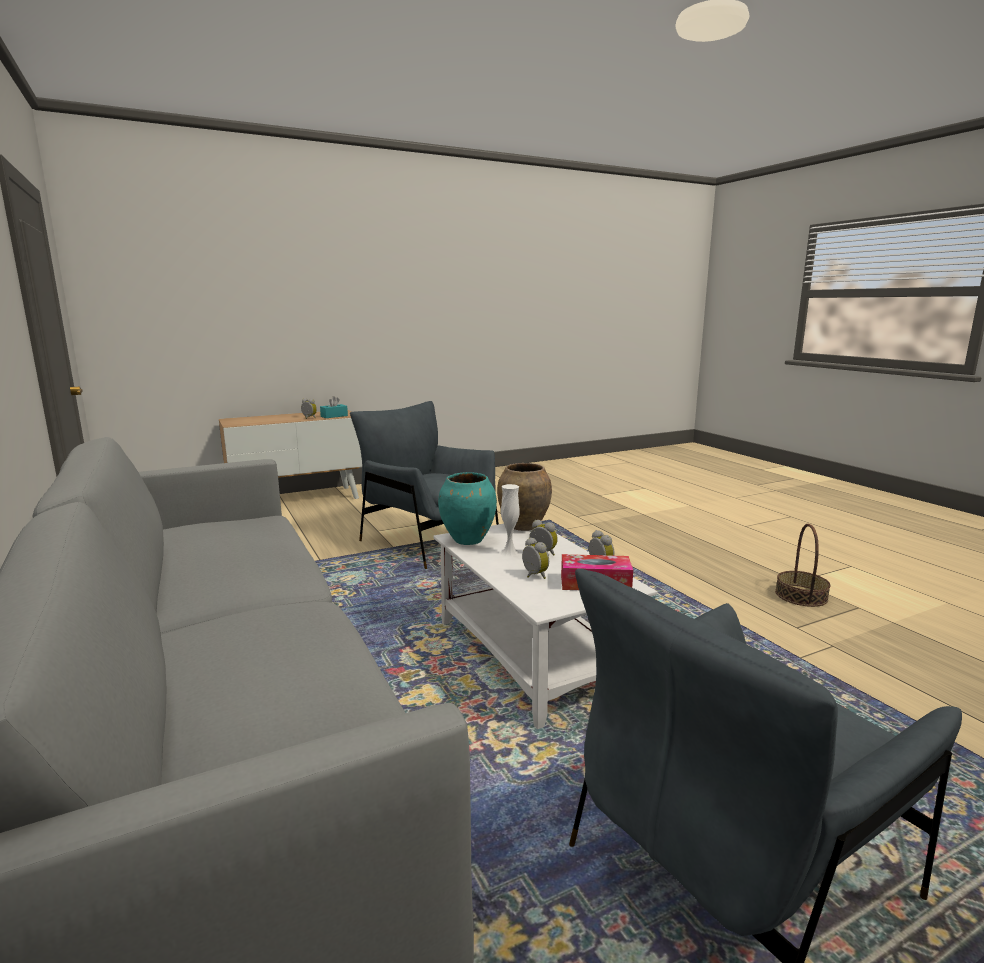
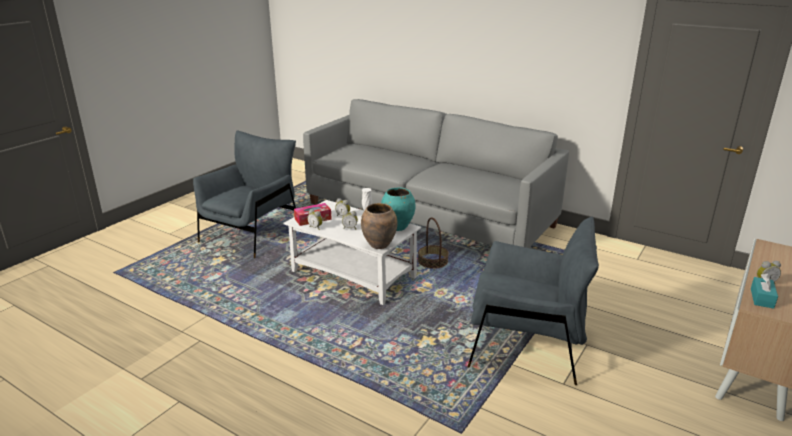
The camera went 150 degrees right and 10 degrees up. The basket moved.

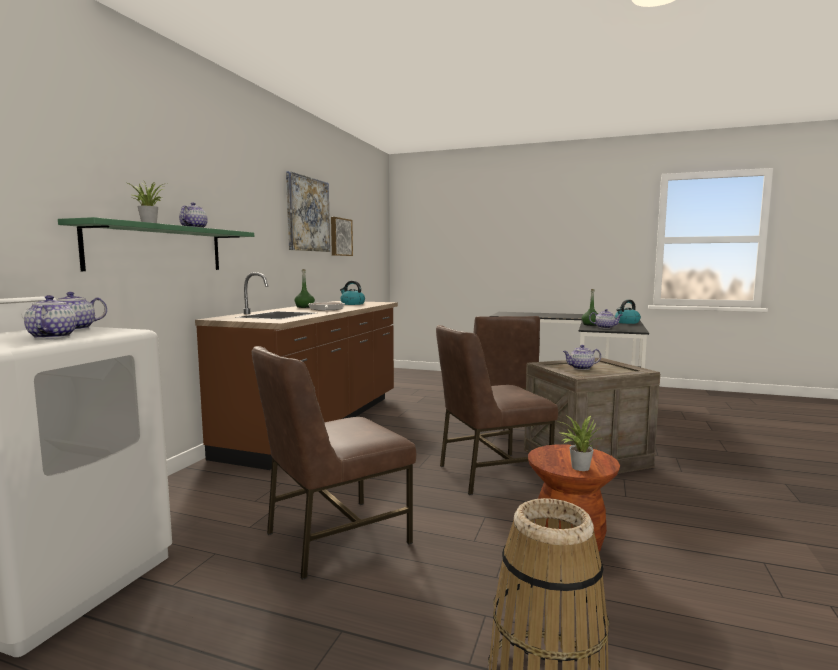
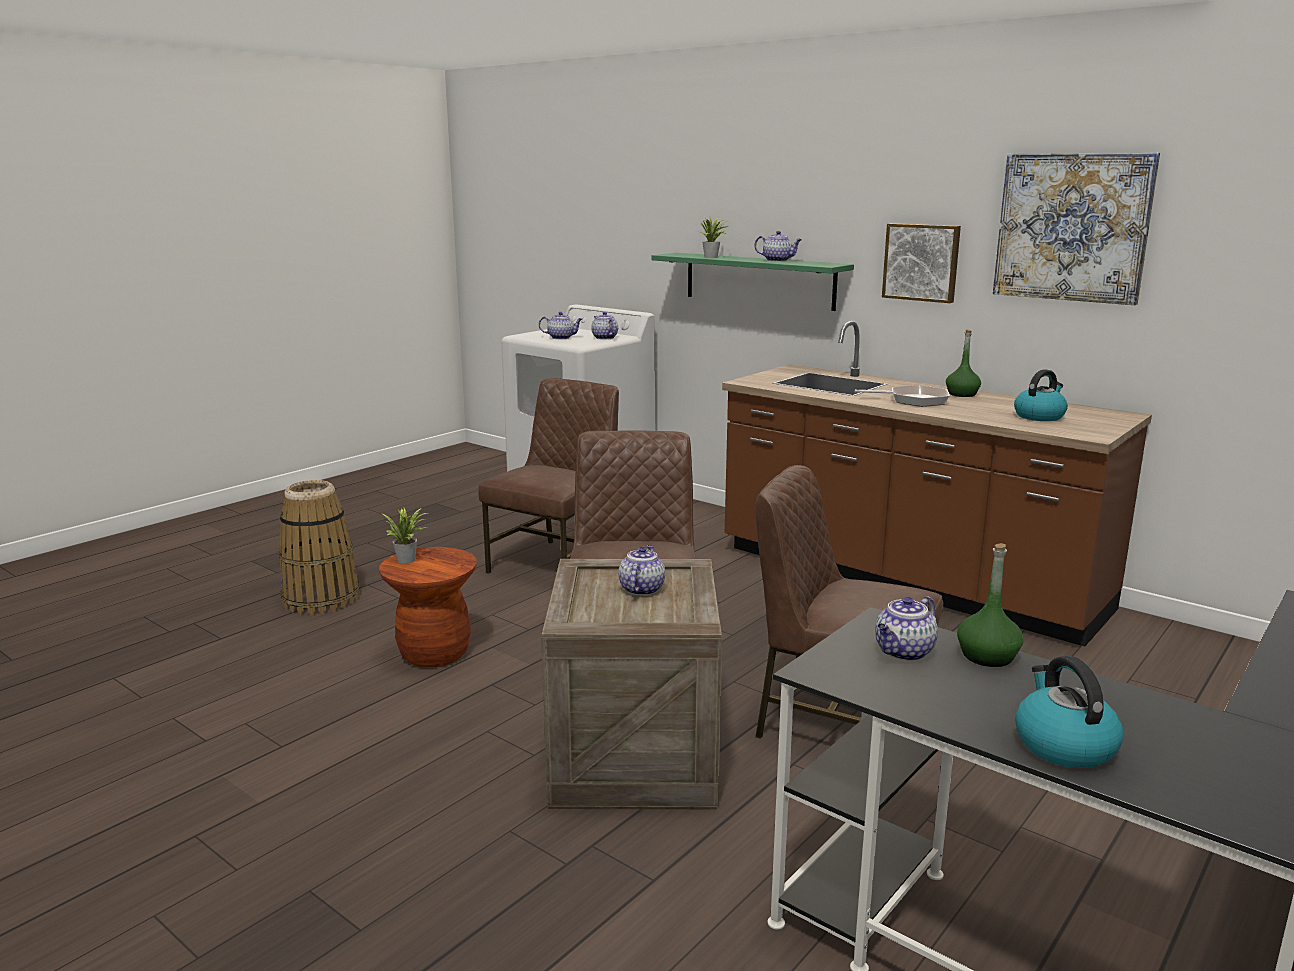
The camera went 110 degrees right and 10 degrees up. The wall art (no. 2 from left in the first image) moved. The brown upright chair (no. 1 from left) turned 45 degrees clockwise.

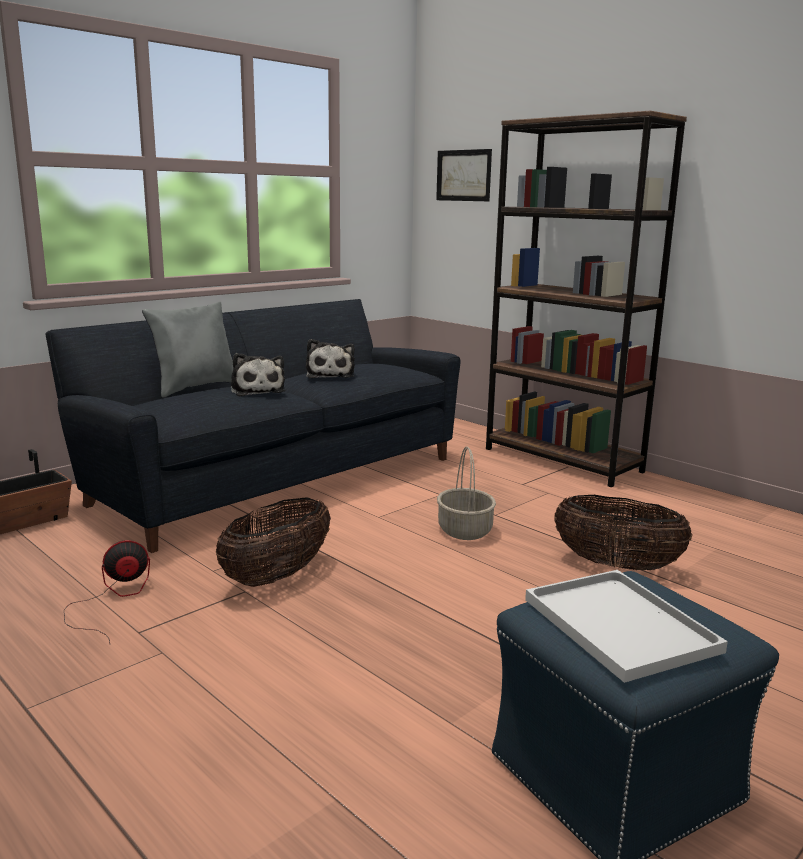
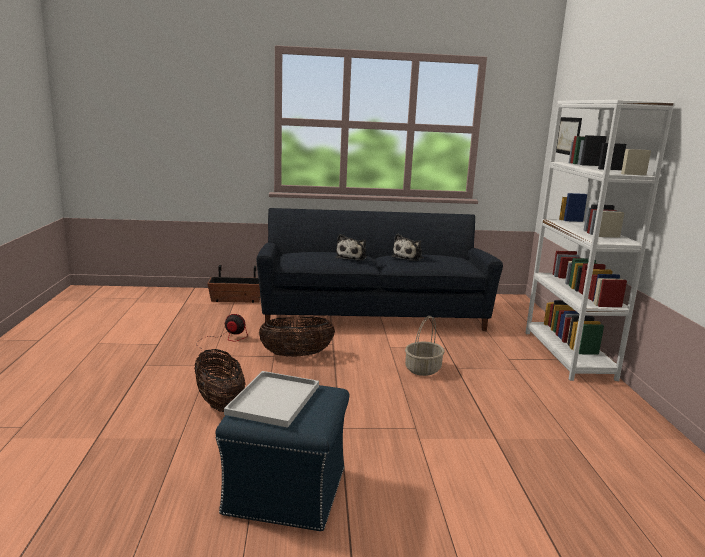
The camera went 40 degrees right and 0 degrees up. The greyish throw pillow disappeared. The basket (no. 3 from left in the first image) moved. The brown bookcase became the whitish bookcase.

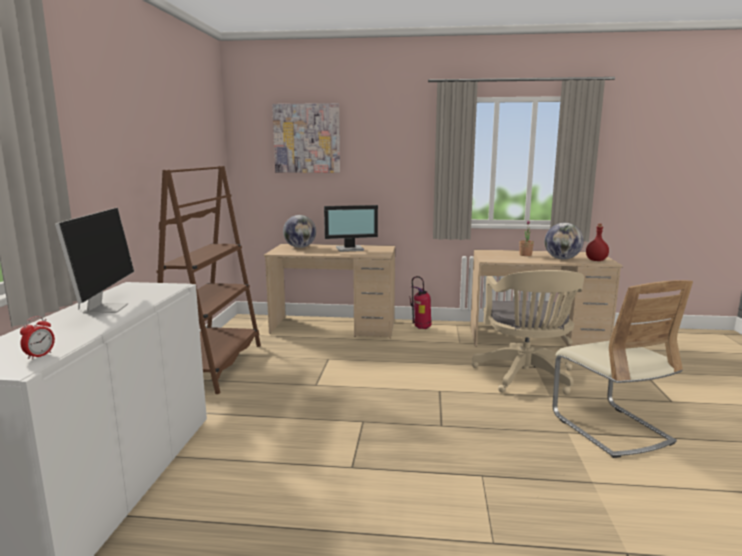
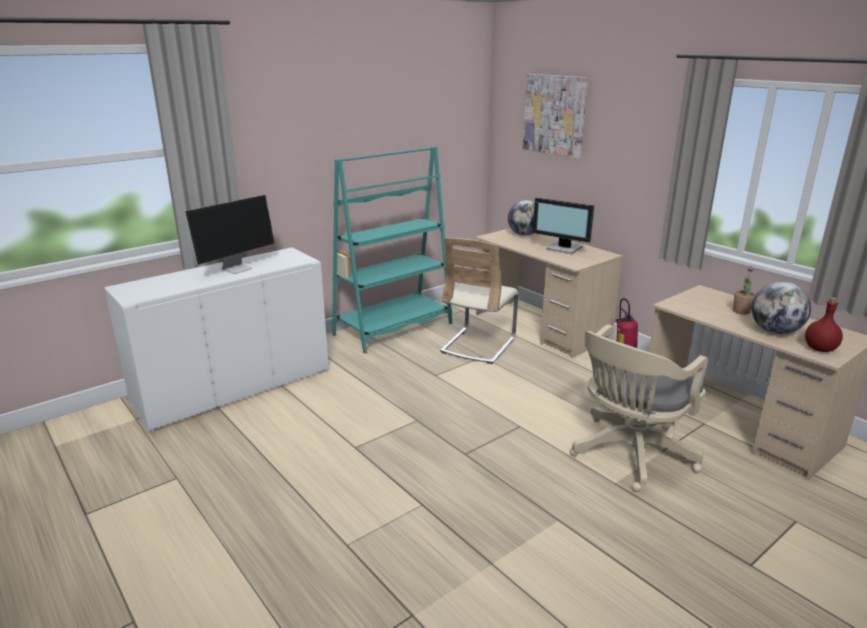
The camera went 45 degrees right and 10 degrees up. The bedside clock disappeared. The beige-coloured upright chair moved. The brown bookcase became the turquoise bookcase.

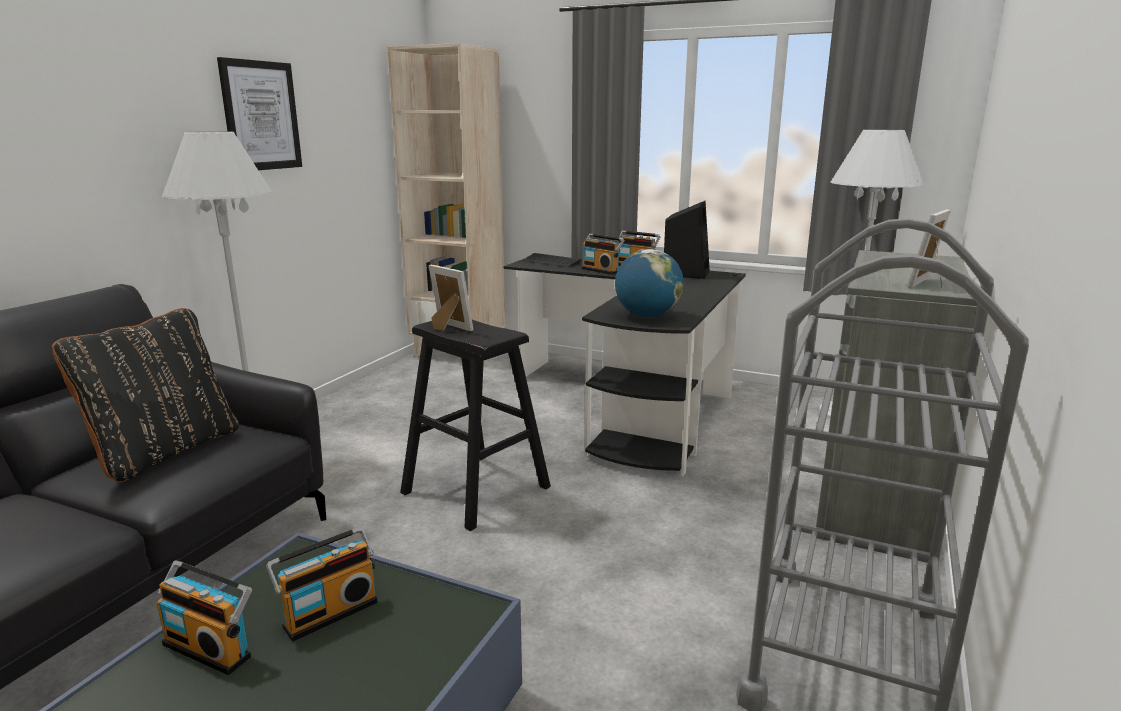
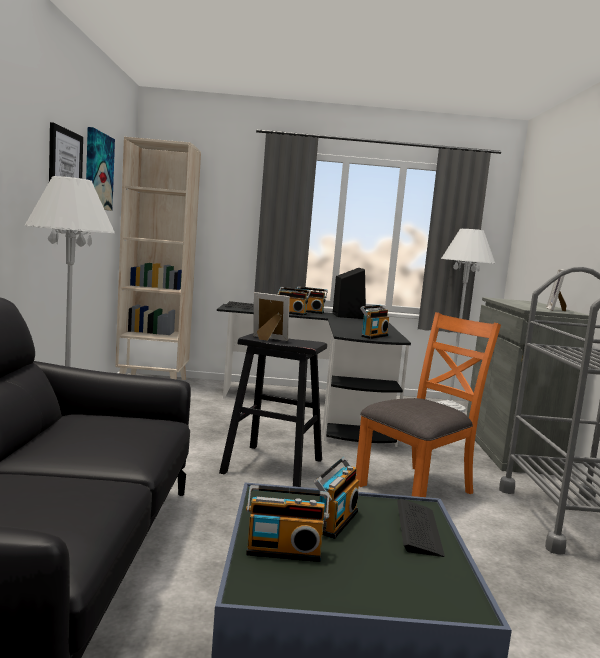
The camera went 25 degrees left and 10 degrees down. The blackish throw pillow disappeared. The wall art (no. 2 from left) appeared. The orange-coloured upright chair appeared. The keyboard (no. 2 from left) appeared. The desk globe was replaced by the radio receiver (no. 5 from left).

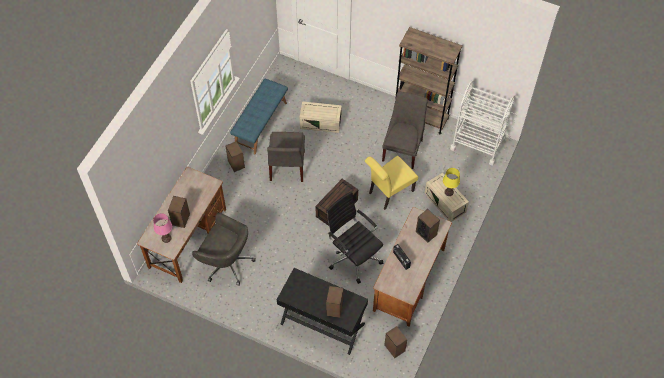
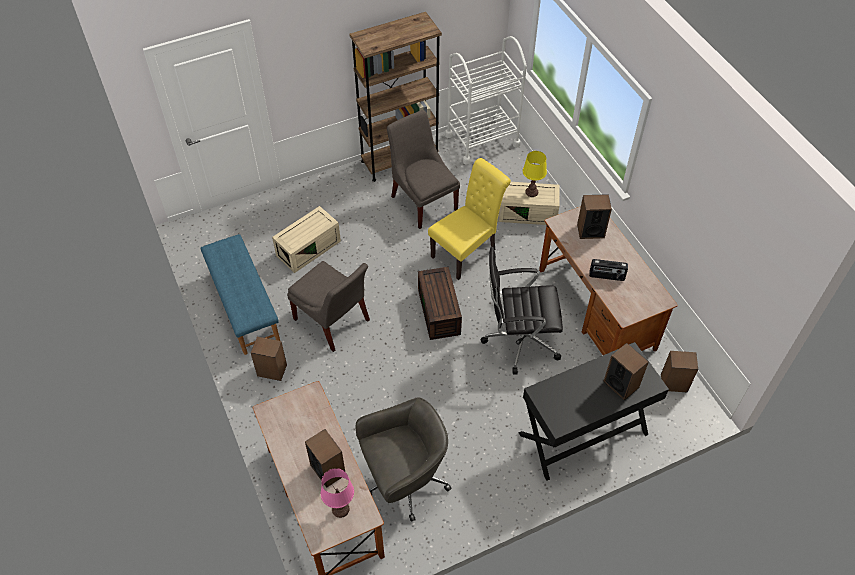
The camera went 50 degrees left and 5 degrees down. The yellowish upright chair turned 135 degrees counterclockwise.

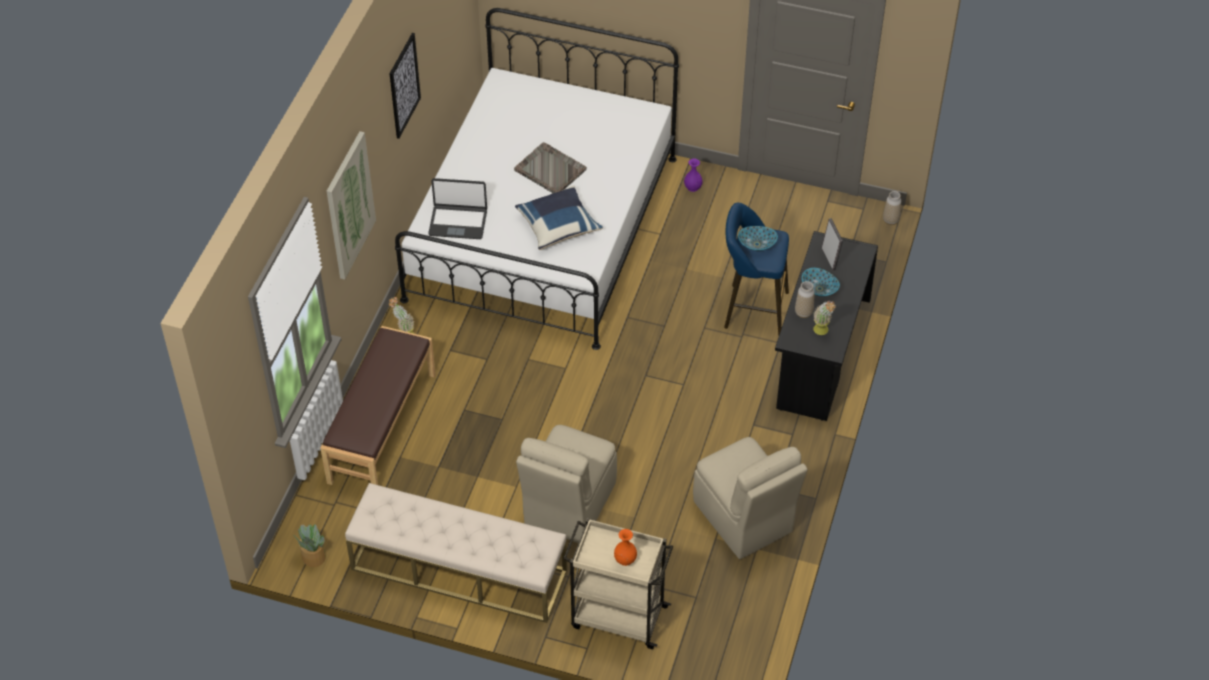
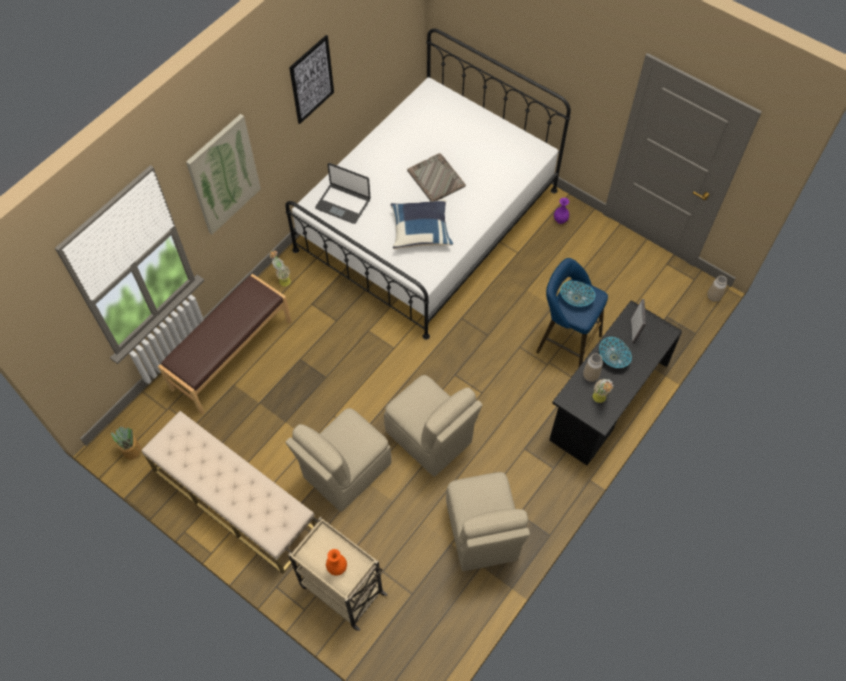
The camera went 20 degrees right and 10 degrees up. The beige-coloured upright chair (no. 2 from left) appeared.

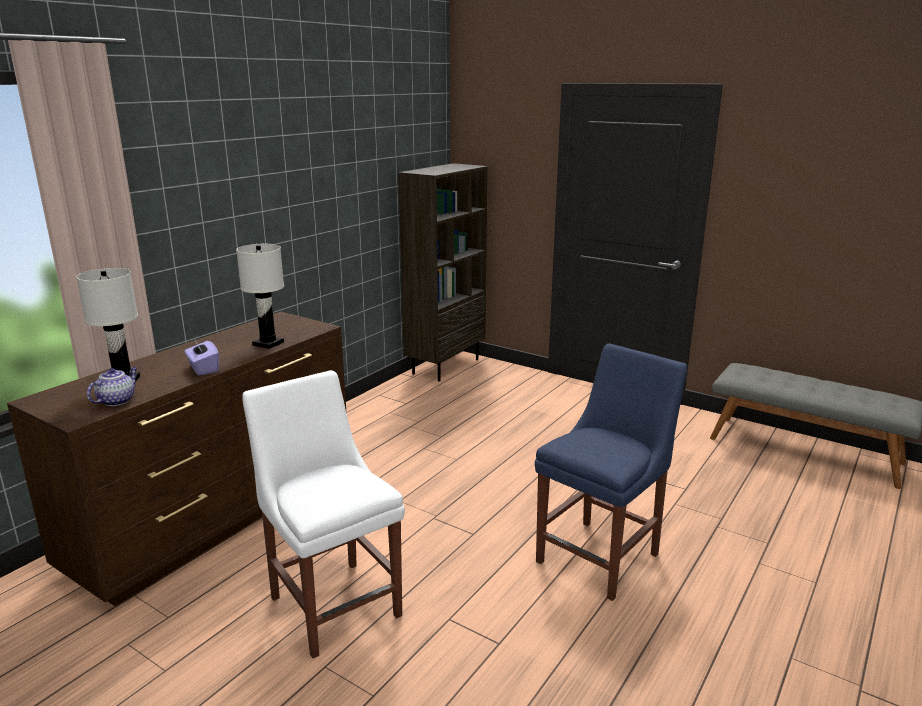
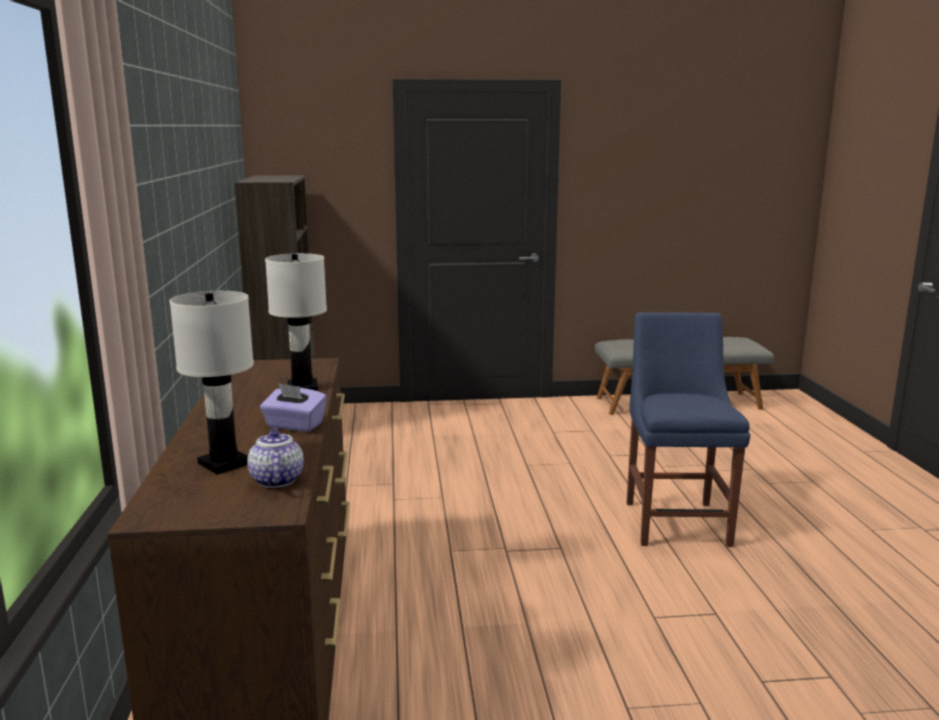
The camera went 40 degrees left and 5 degrees down. The whitish upright chair disappeared.

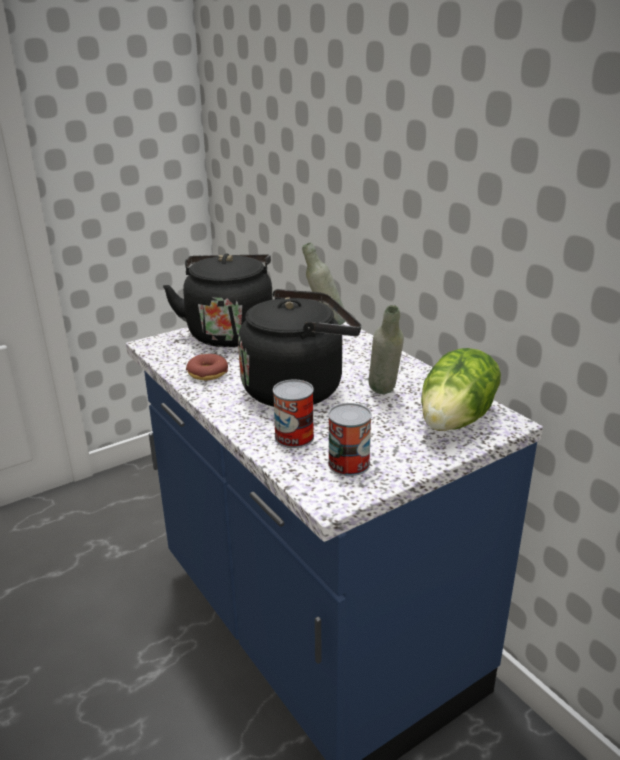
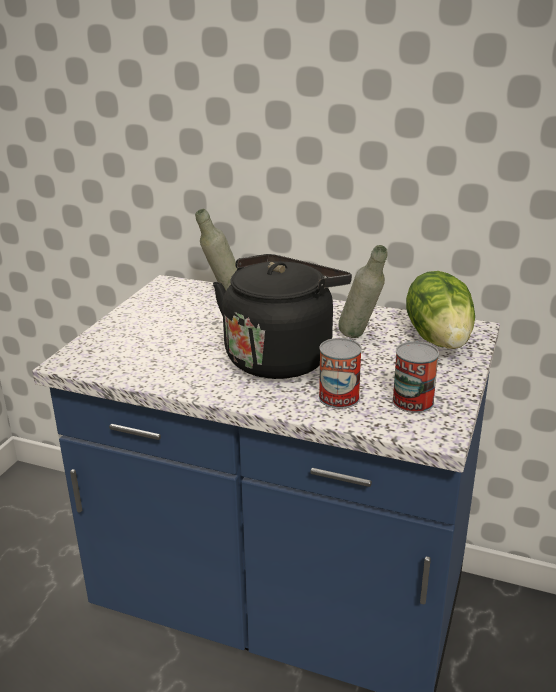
The camera went 35 degrees left and 0 degrees up. The blackish kettle (no. 1 from left) disappeared. The donut disappeared.

